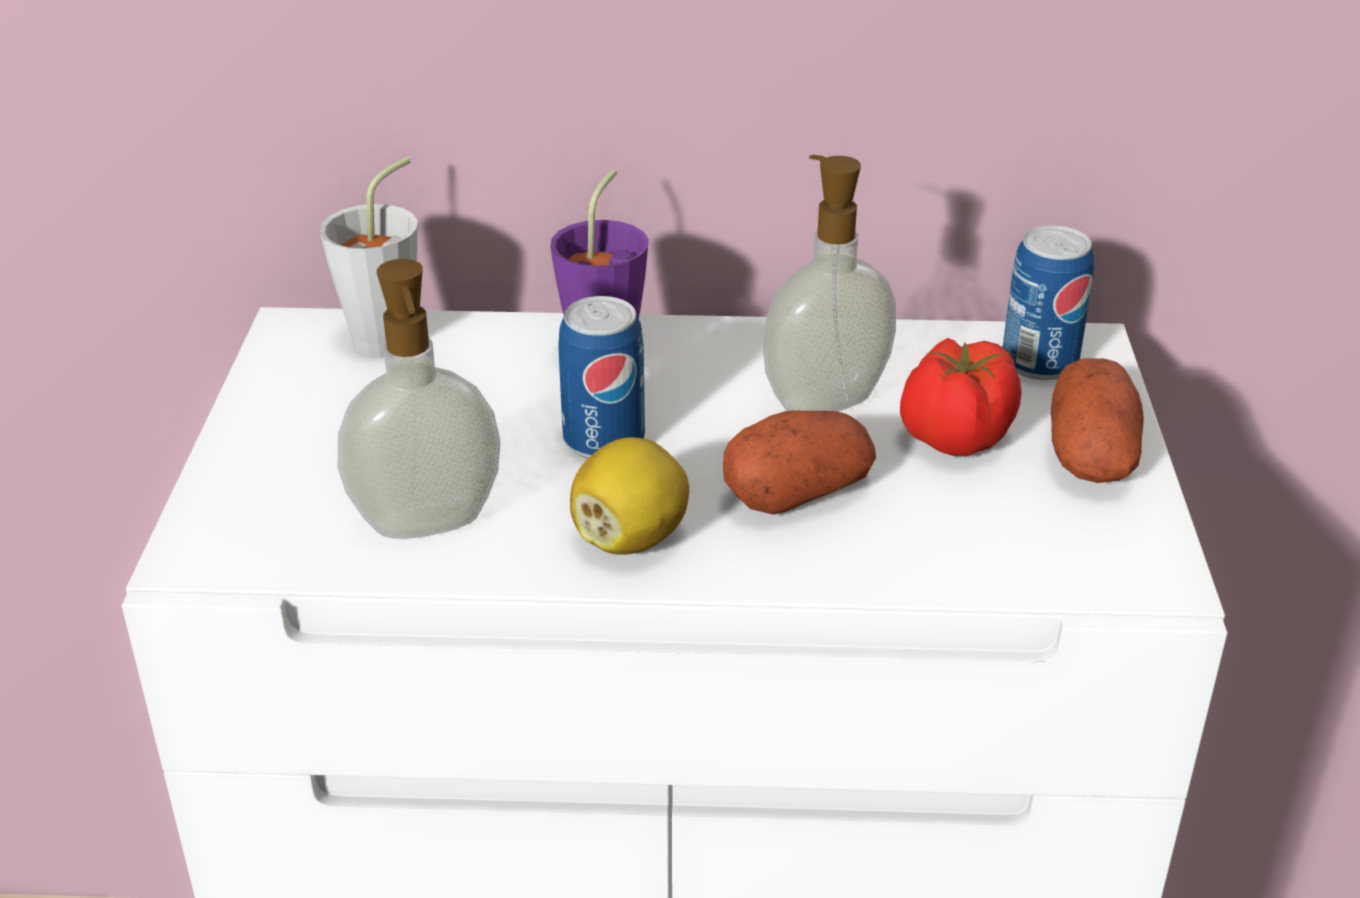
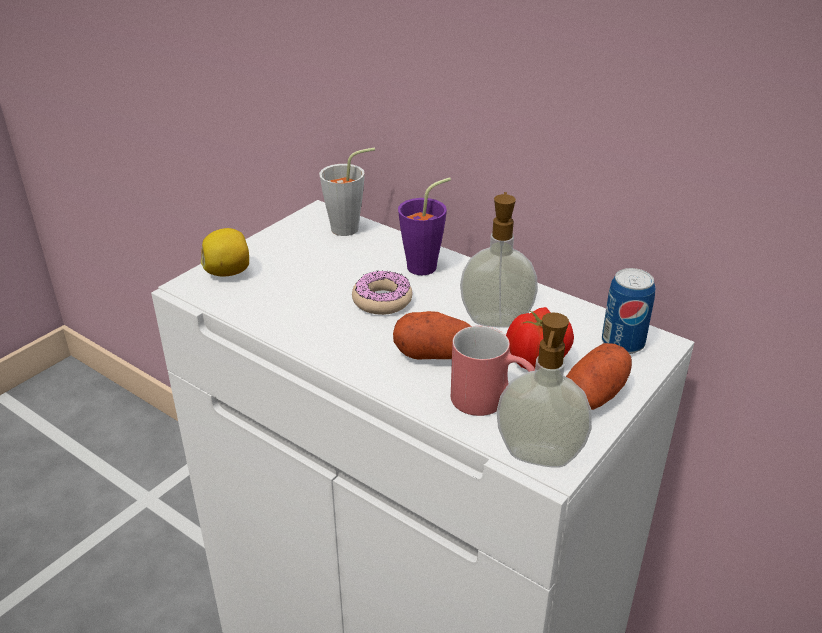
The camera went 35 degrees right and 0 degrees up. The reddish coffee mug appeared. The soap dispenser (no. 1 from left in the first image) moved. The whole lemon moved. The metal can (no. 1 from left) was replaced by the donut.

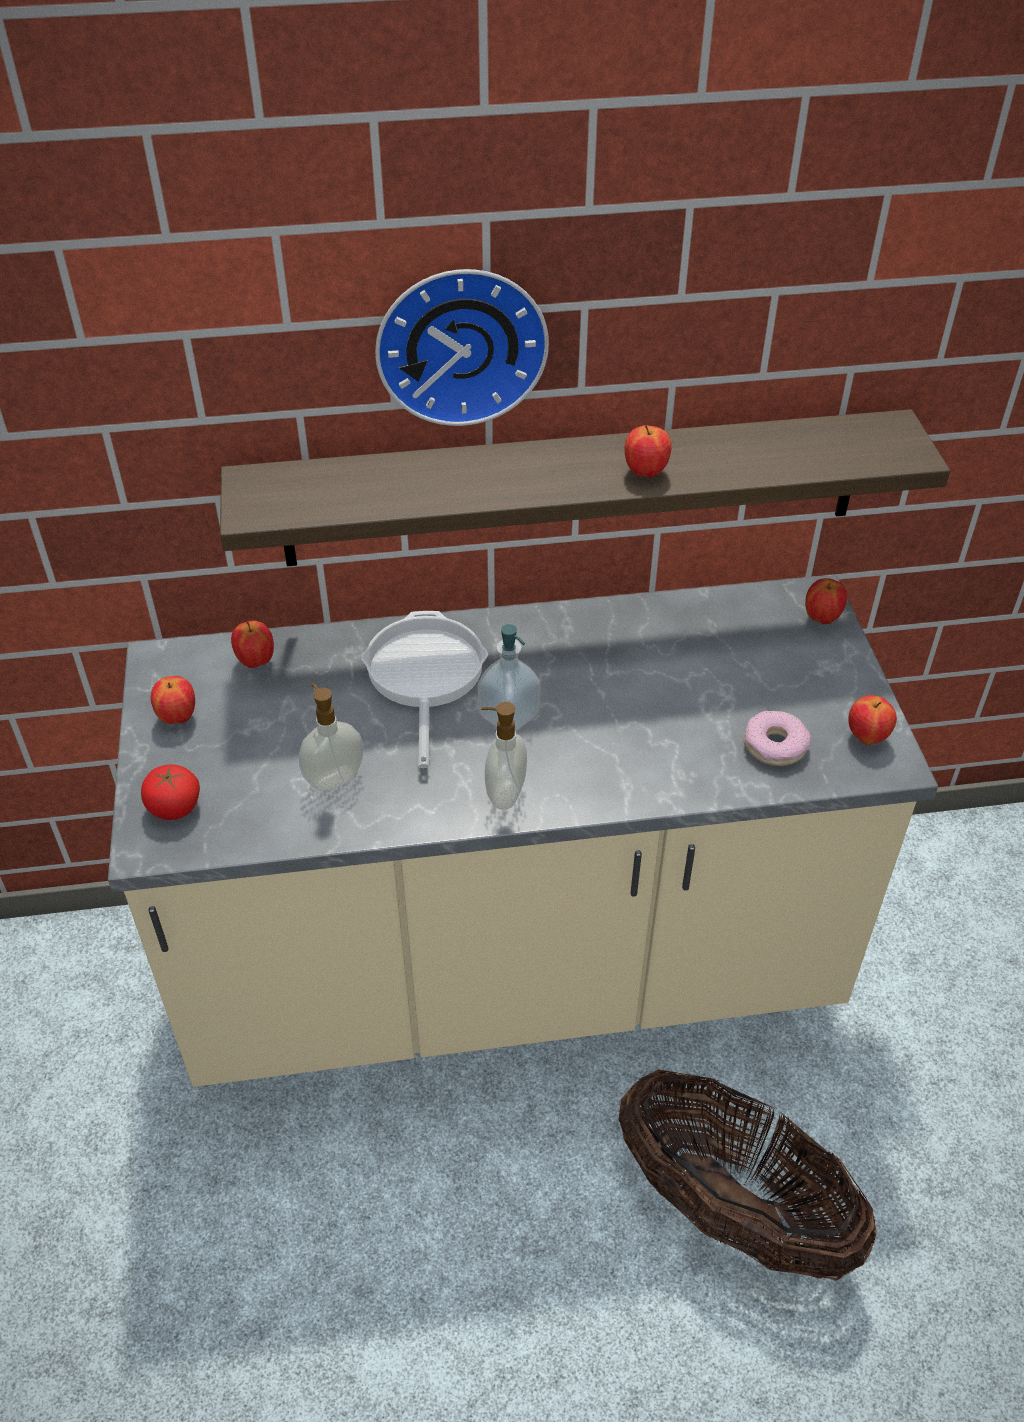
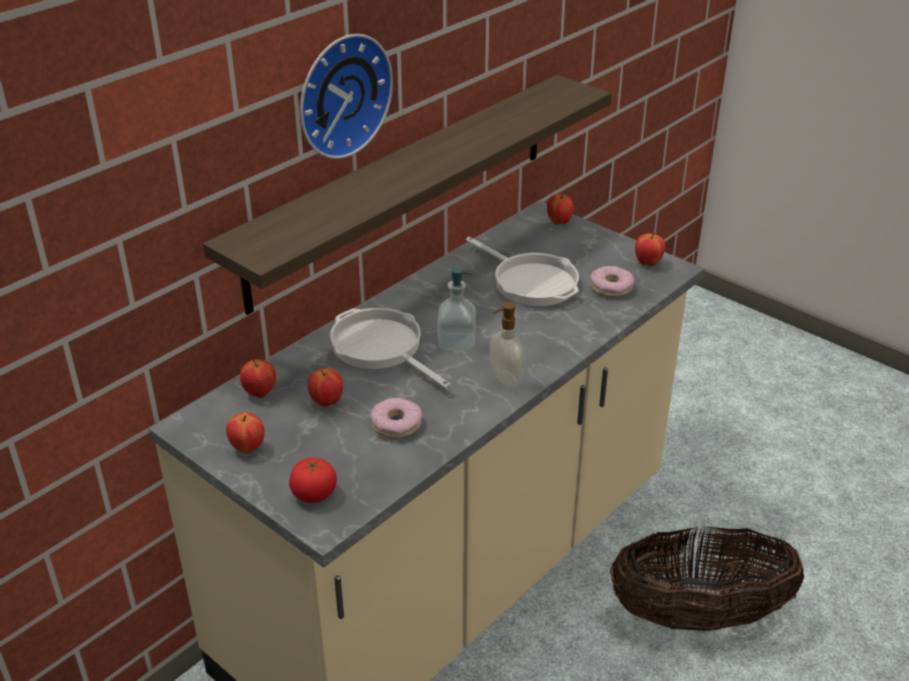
The camera went 40 degrees left and 10 degrees down. The frying pan (no. 2 from left) appeared. The whole apple (no. 3 from left) moved. The soap dispenser (no. 1 from left) was replaced by the donut (no. 1 from left).

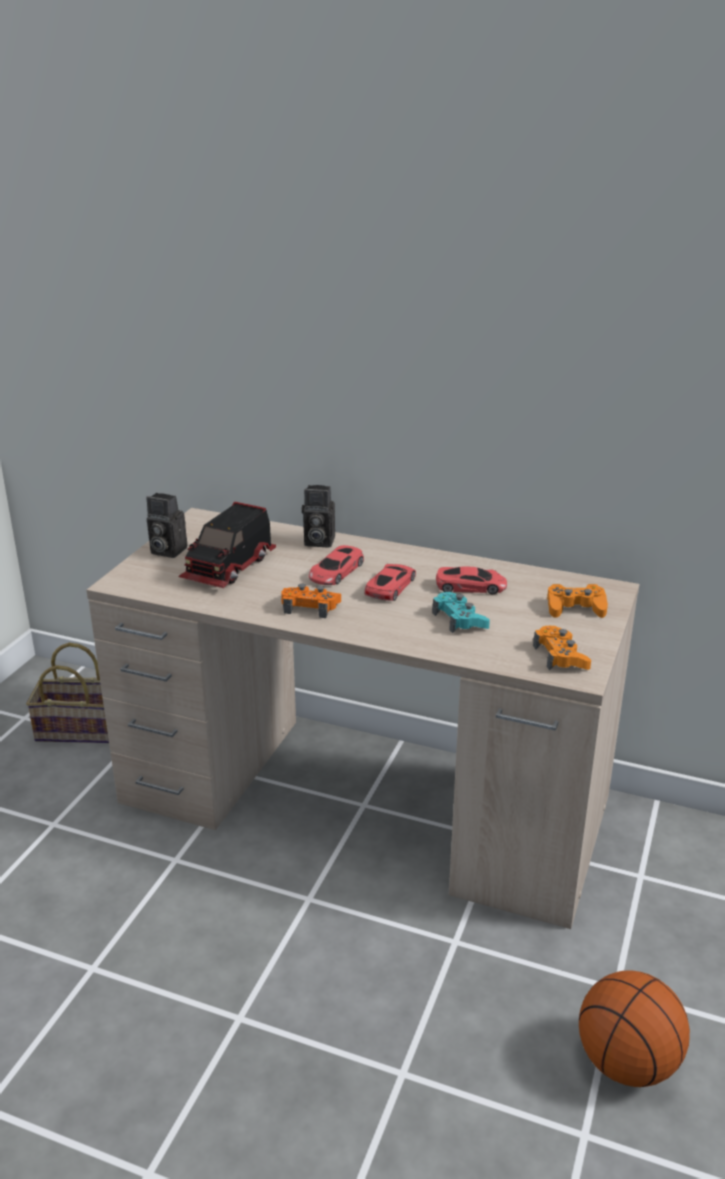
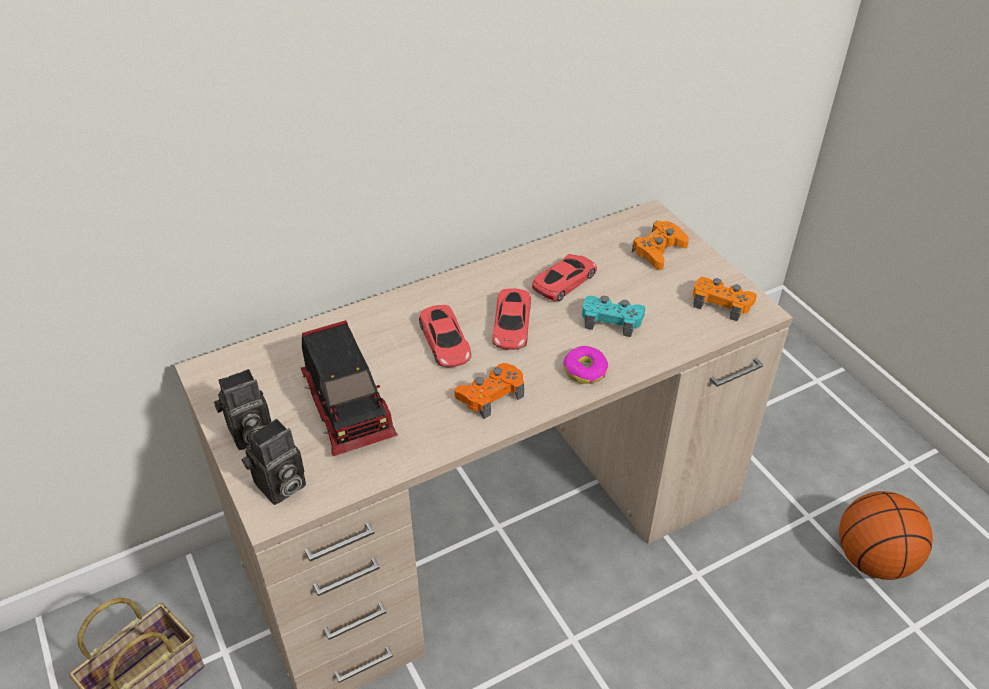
The camera went 50 degrees left and 15 degrees up. The donut appeared. The photo camera (no. 2 from left) moved. The reddish toy car (no. 2 from left) turned 150 degrees counterclockwise.

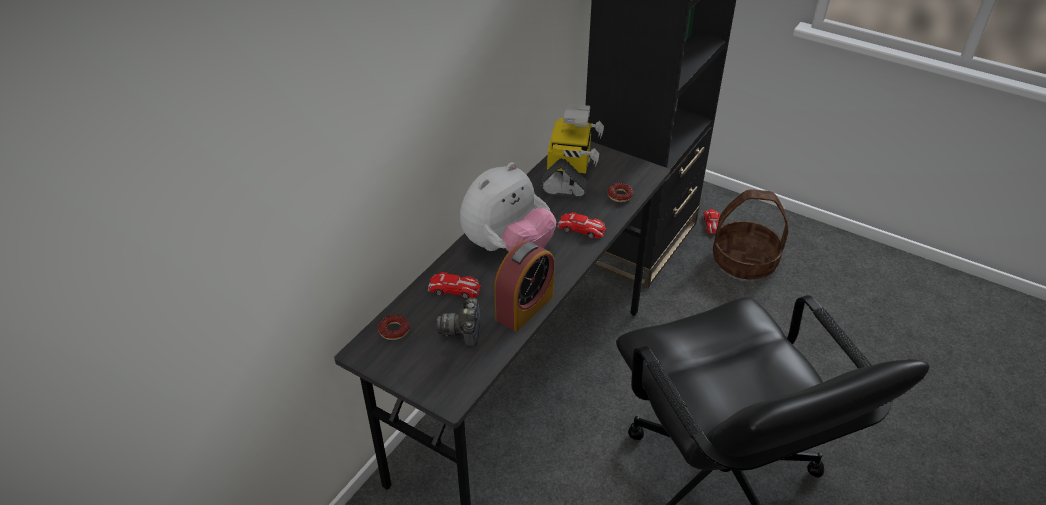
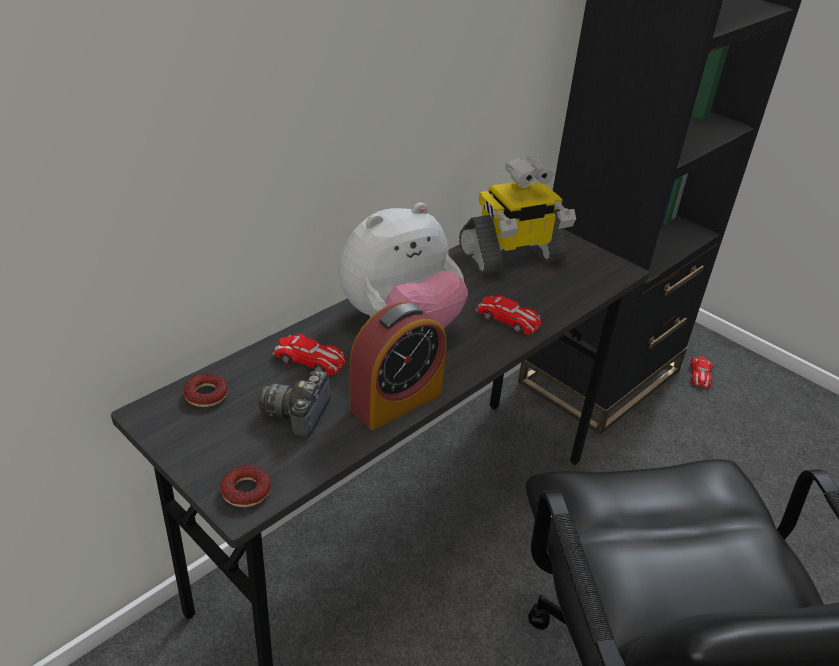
The camera went 10 degrees right and 5 degrees down. The basket disappeared. The donut (no. 2 from left) moved. The robot figure turned 45 degrees clockwise.

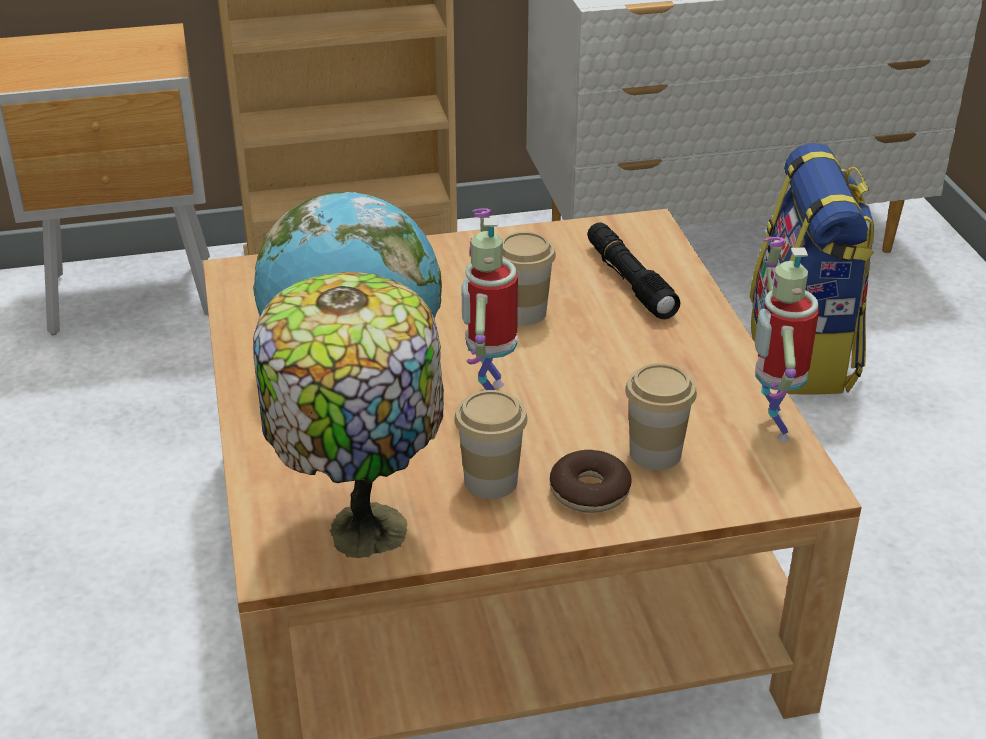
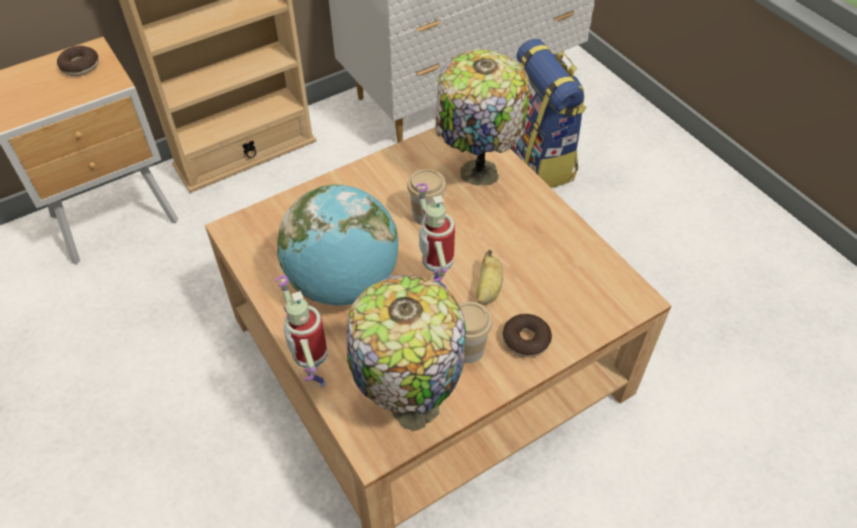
The camera went 20 degrees left and 15 degrees up. The drinking cup (no. 3 from left) disappeared. The donut (no. 1 from left) appeared. The whole banana appeared. The robot figure (no. 2 from left in the first image) moved. The blackish hand torch was replaced by the lamp for a table (no. 2 from left).

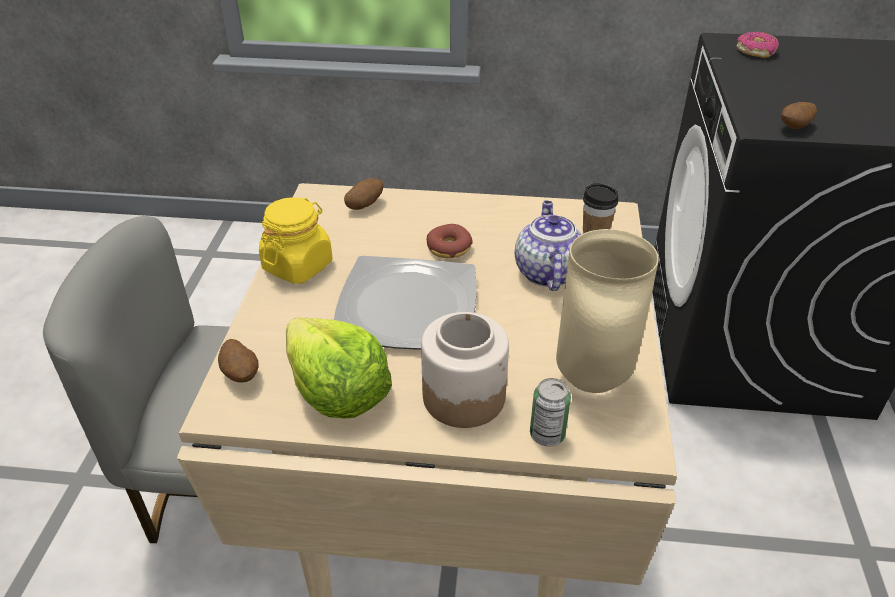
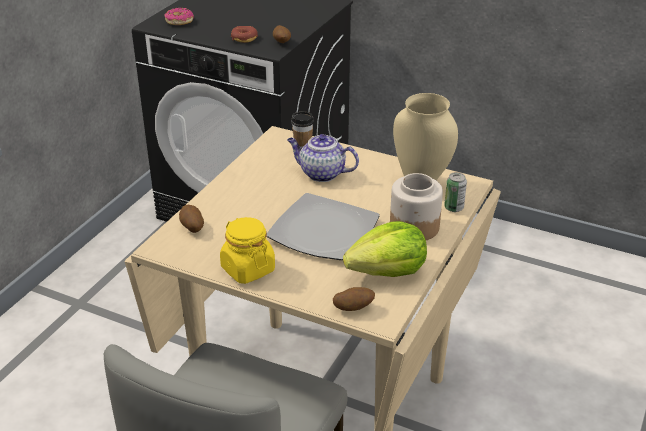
The camera went 70 degrees left and 5 degrees down. The donut (no. 1 from left in the first image) moved.

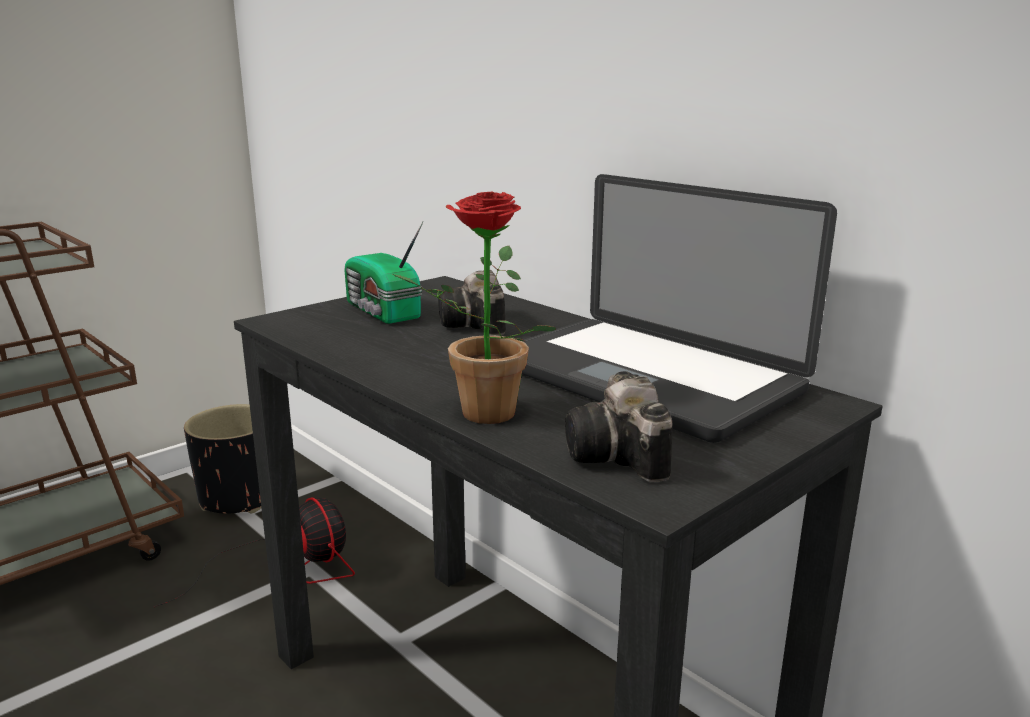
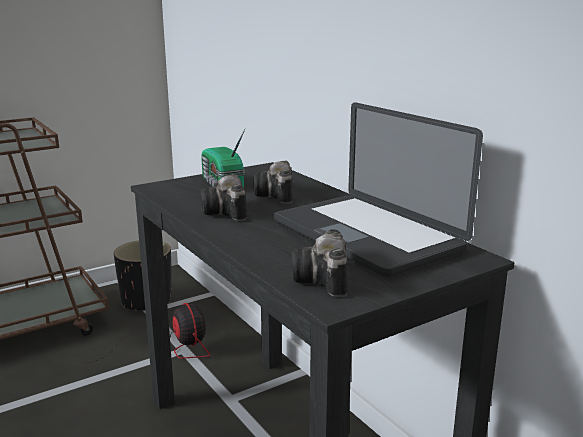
The camera went 10 degrees right and 0 degrees up. The plant in a pot disappeared. The photo camera (no. 1 from left) appeared.

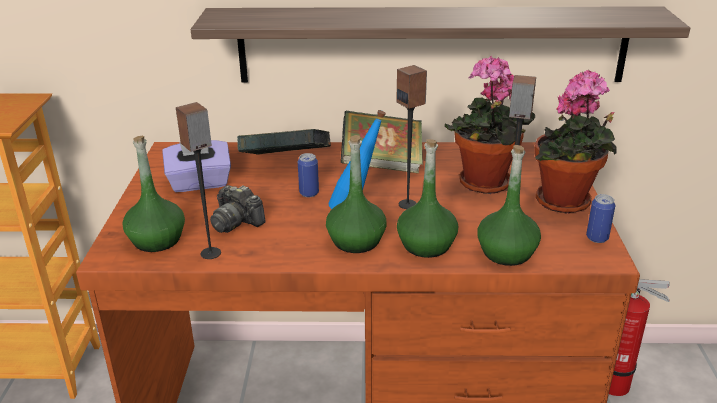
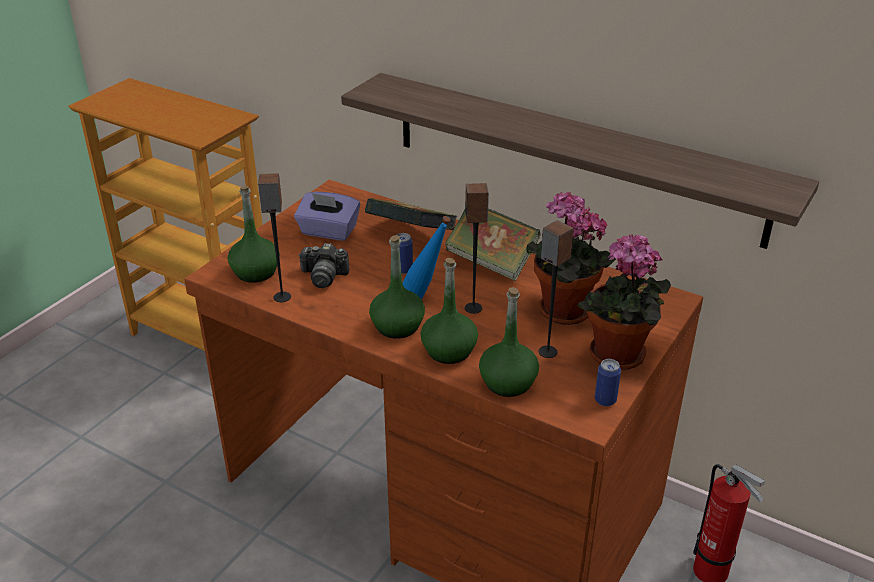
The camera went 30 degrees right and 5 degrees up. The photo camera turned 60 degrees counterclockwise.

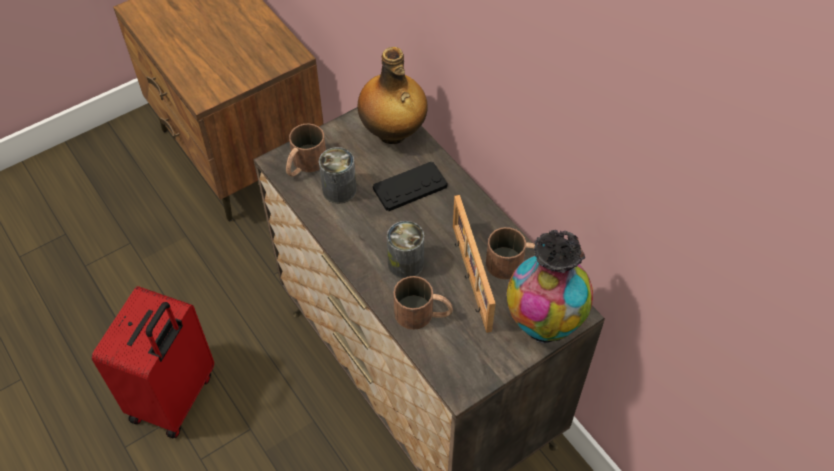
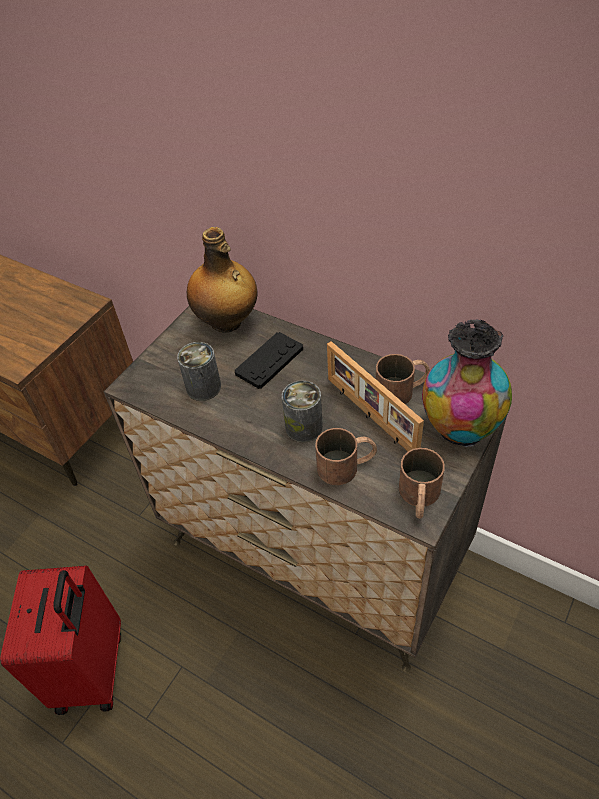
The camera went 20 degrees left and 5 degrees down. The brown coffee mug (no. 1 from left in the first image) moved.

